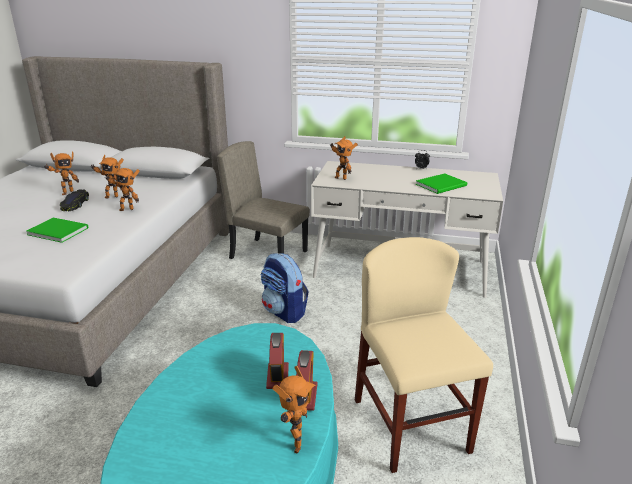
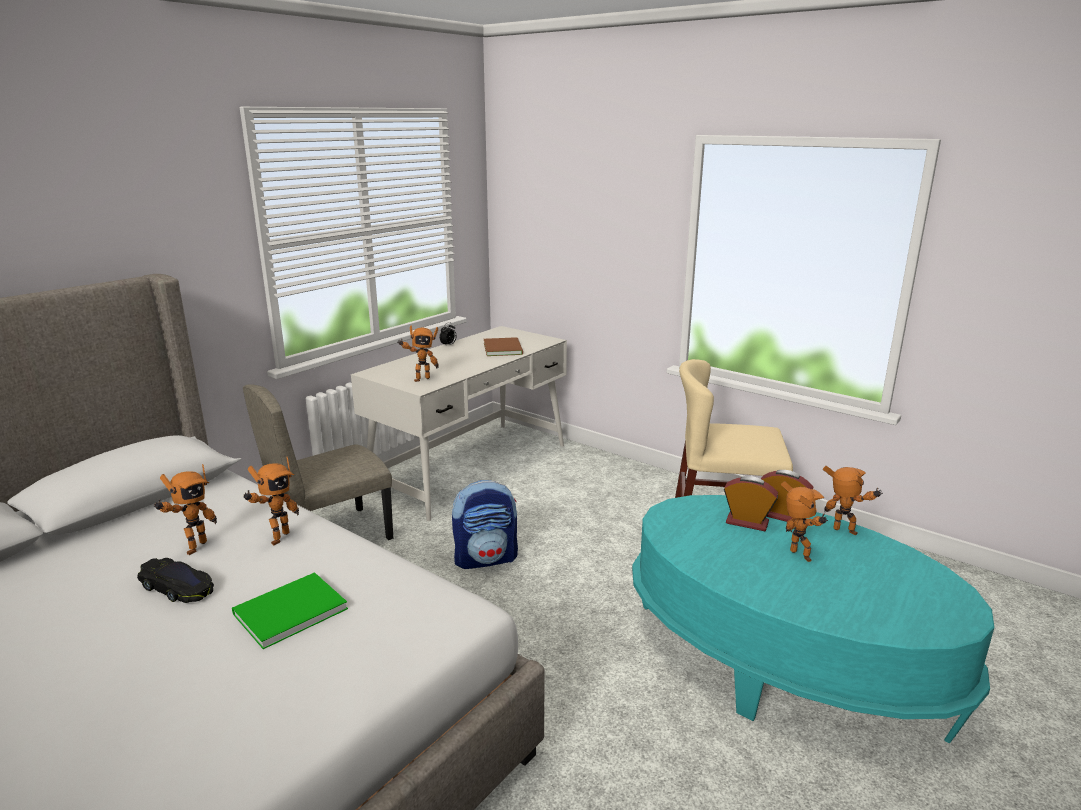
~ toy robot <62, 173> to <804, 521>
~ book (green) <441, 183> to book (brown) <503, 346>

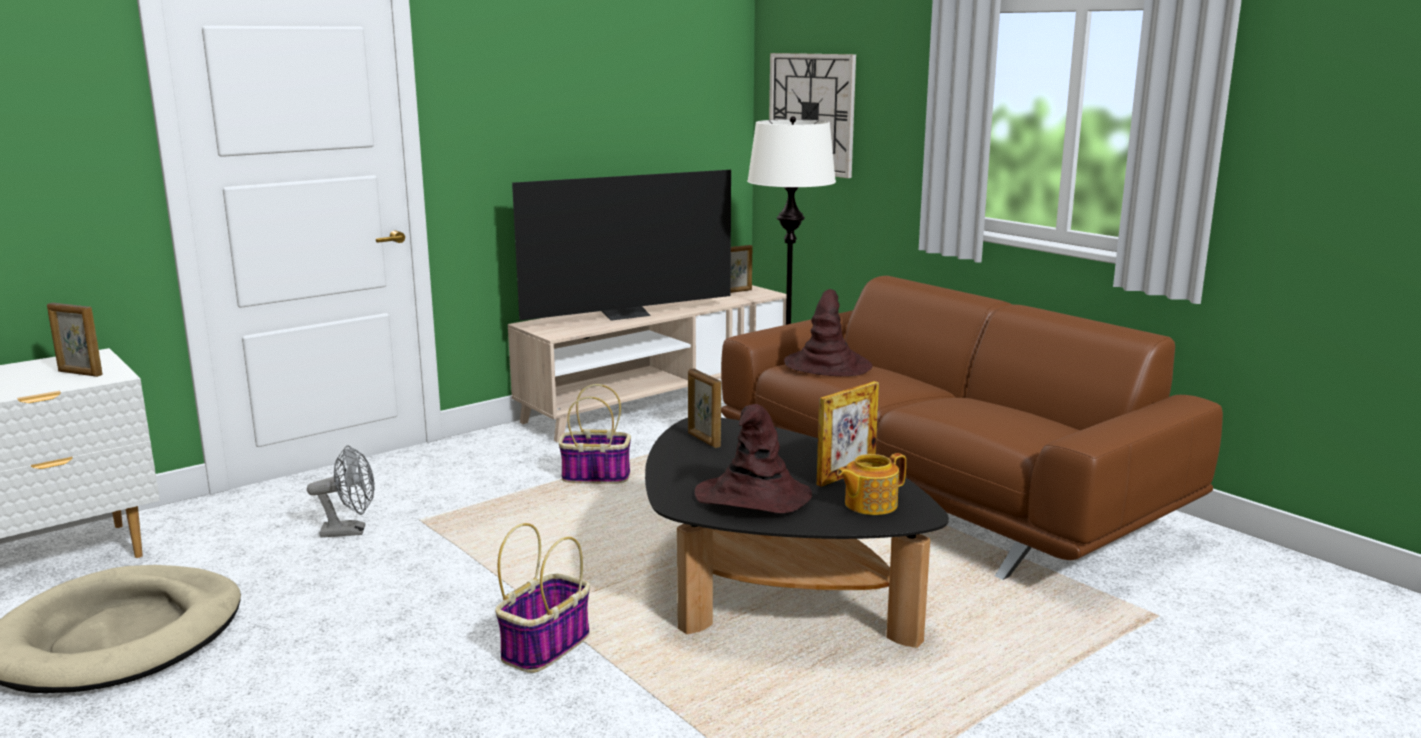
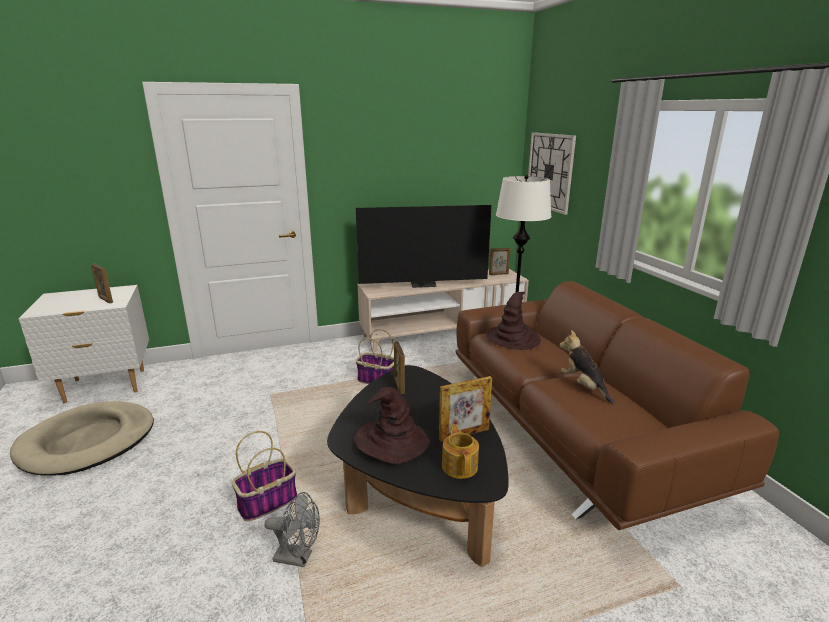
+ plush toy <587, 367>
~ fan (grey) <341, 491> to <292, 529>
~ teapot <871, 484> = <460, 451> 90 degrees clockwise

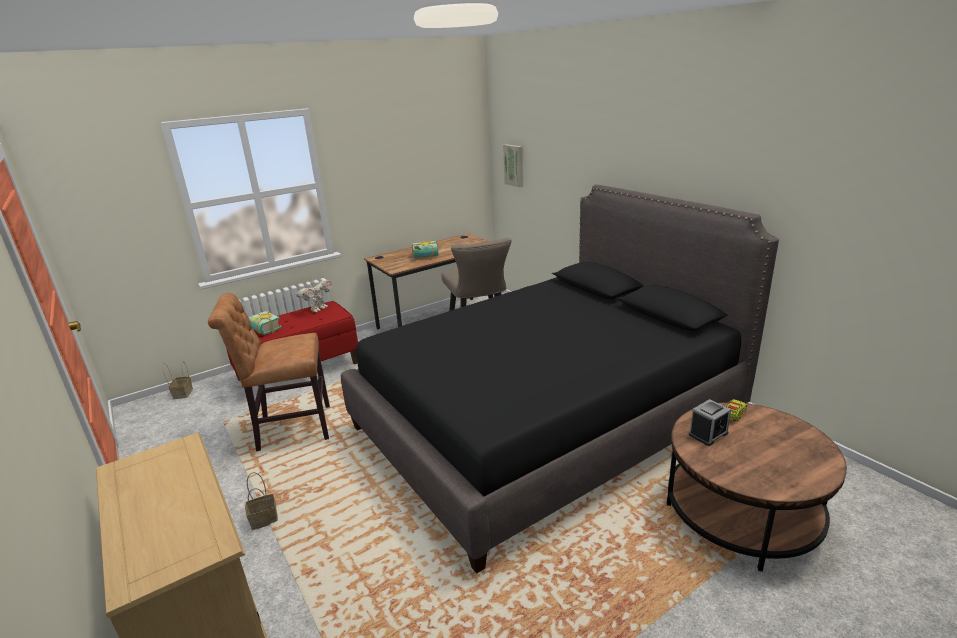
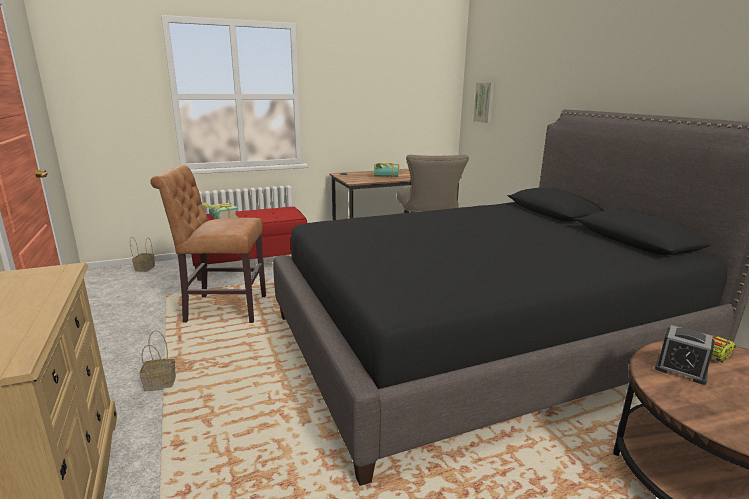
- toy robot <314, 295>
~ alarm clock <710, 422> = <684, 355> 60 degrees clockwise

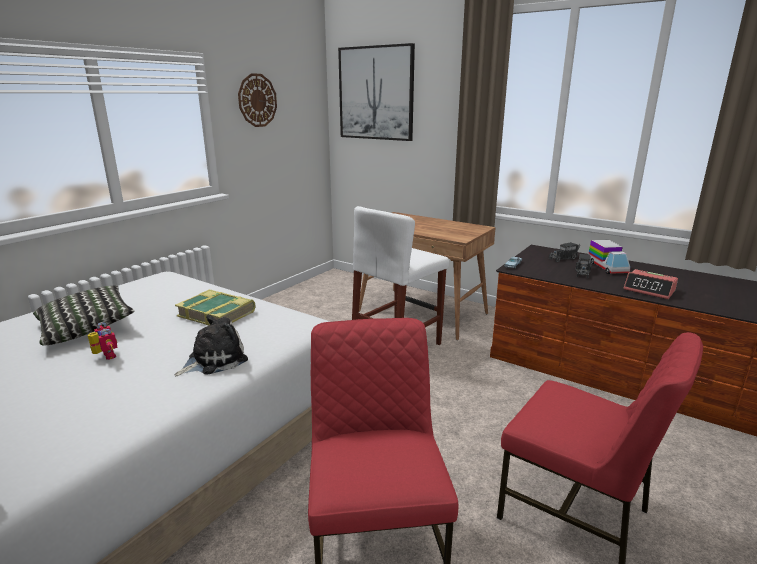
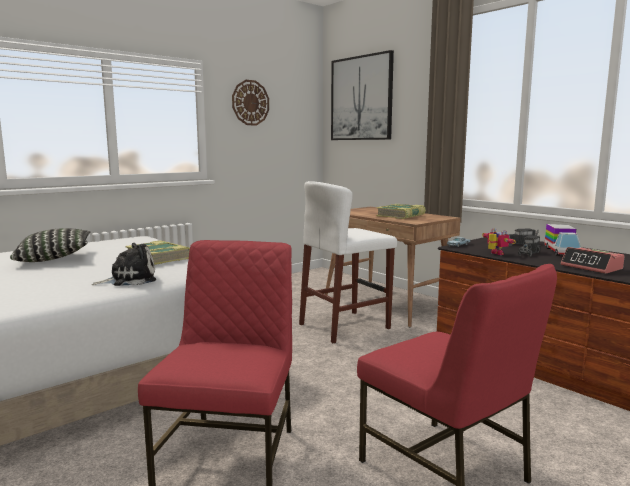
+ book <401, 211>
~ toy robot <103, 341> to <499, 241>

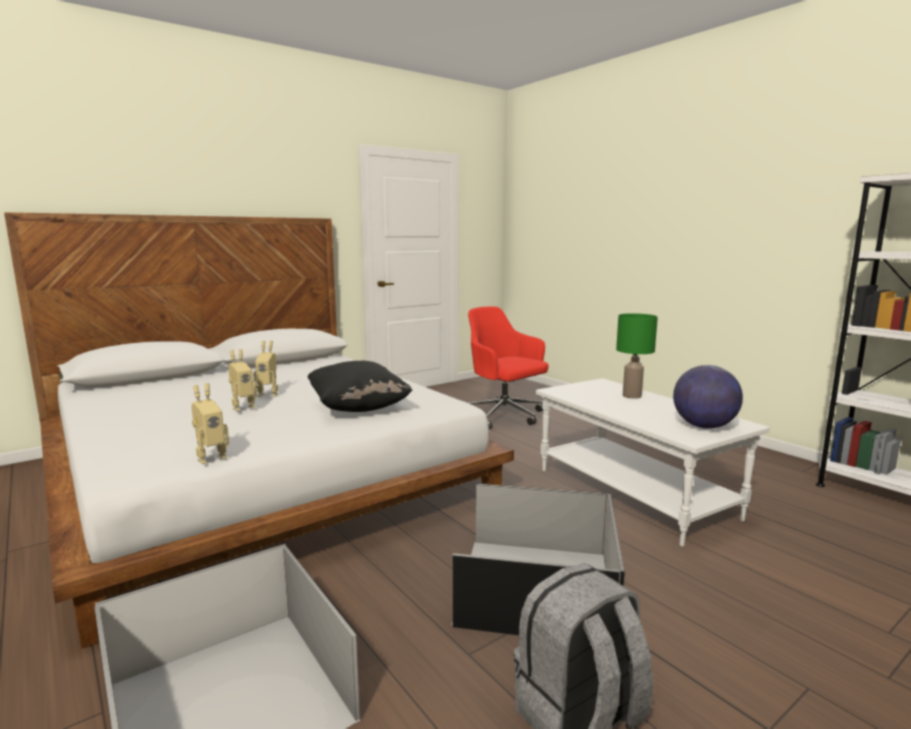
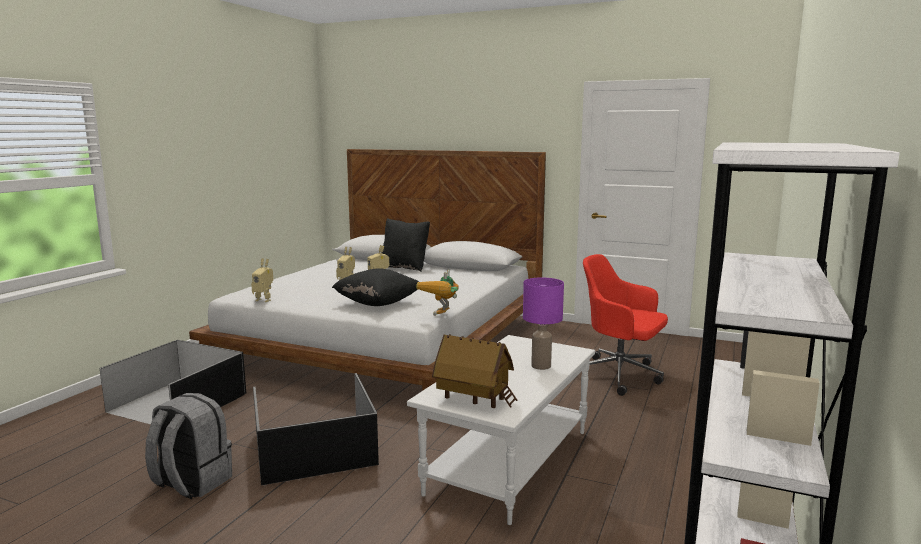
+ pillow (black) <406, 245>
+ toy robot <437, 293>
~ globe <708, 397> to toy house <475, 371>
~ table lamp (green) <637, 356> to table lamp (purple) <543, 324>
~ office chair (red) <508, 367> = <625, 325> 75 degrees counterclockwise

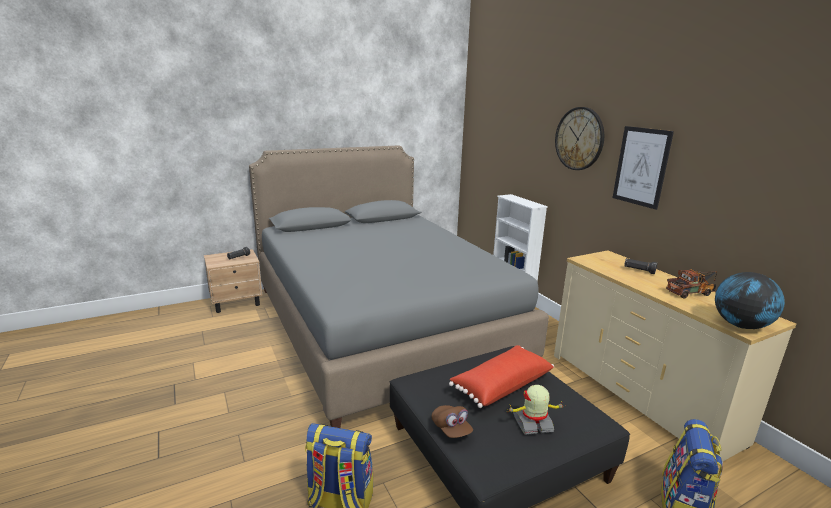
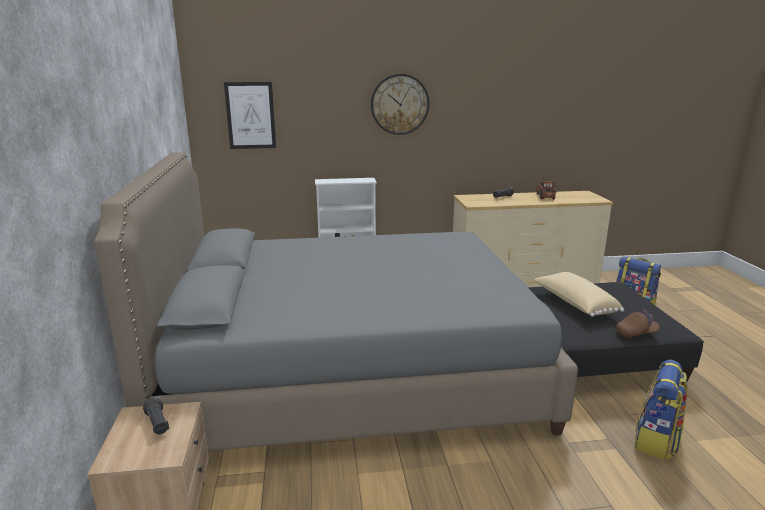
- toy robot <535, 410>
- globe <750, 300>
~ picture <643, 168> to <250, 115>
~ pillow (red) <501, 376> to pillow (beige) <579, 294>

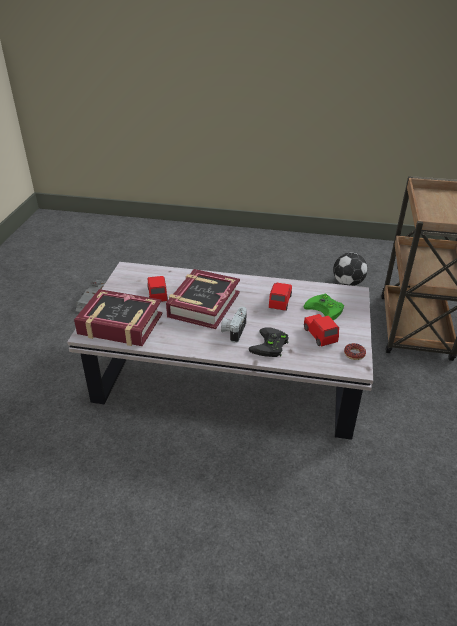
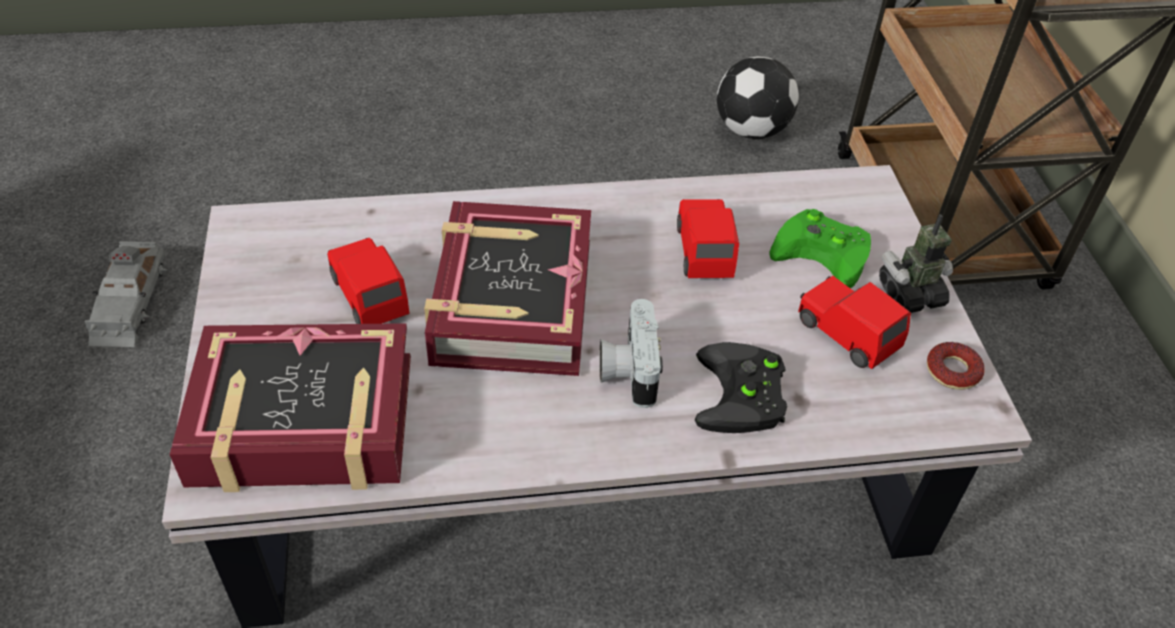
+ toy robot <916, 263>

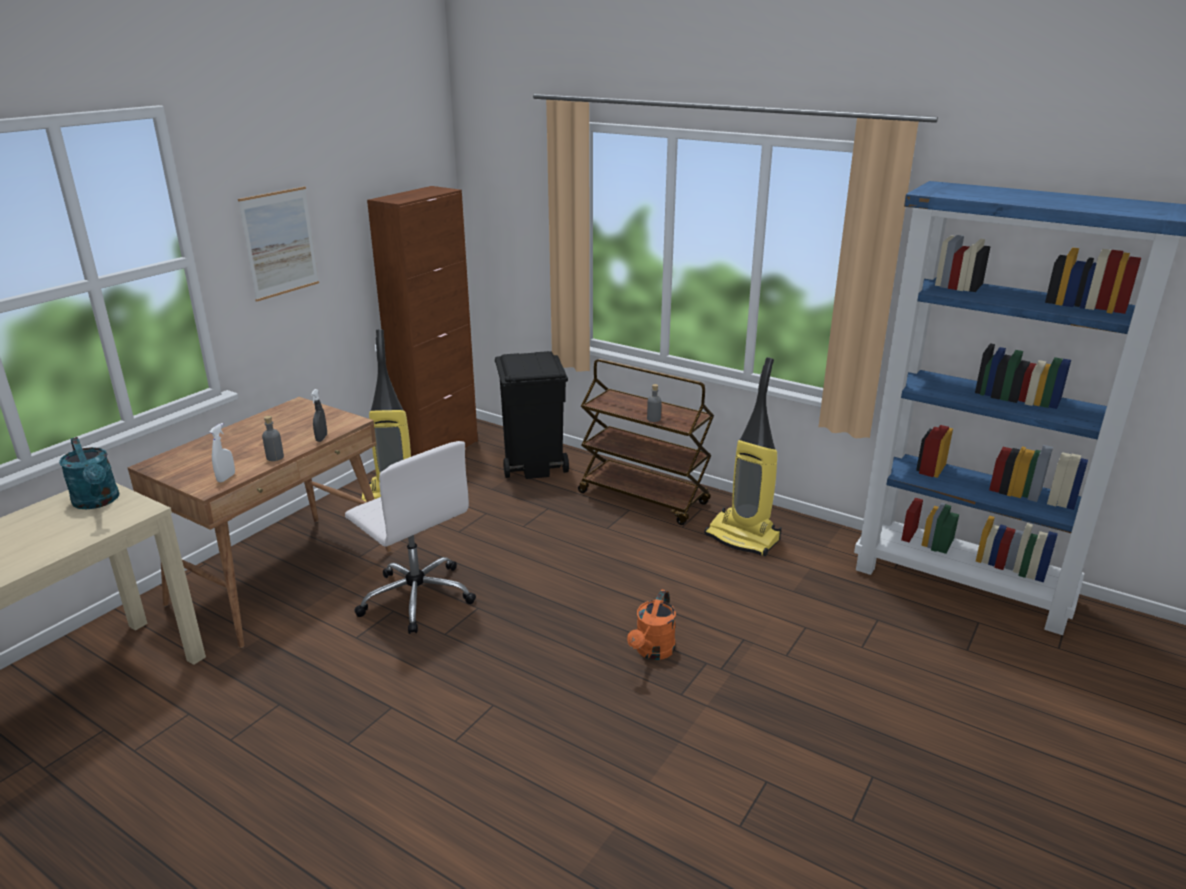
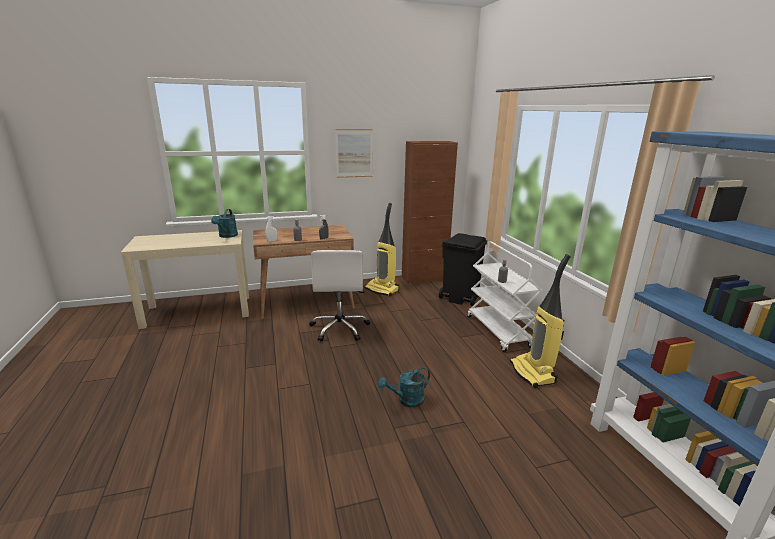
~ cart (brown) <646, 442> to cart (white) <505, 296>
~ watering can (orange) <651, 625> to watering can (turquoise) <404, 387>

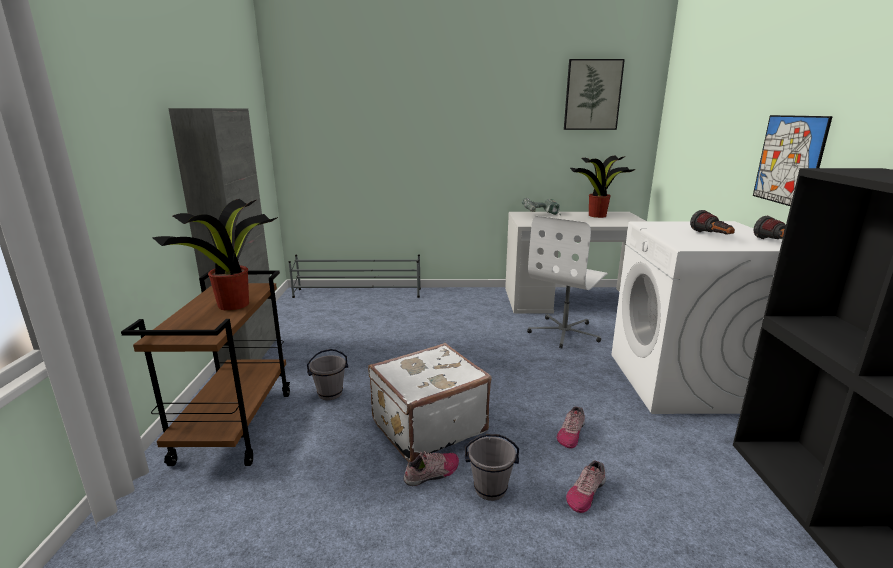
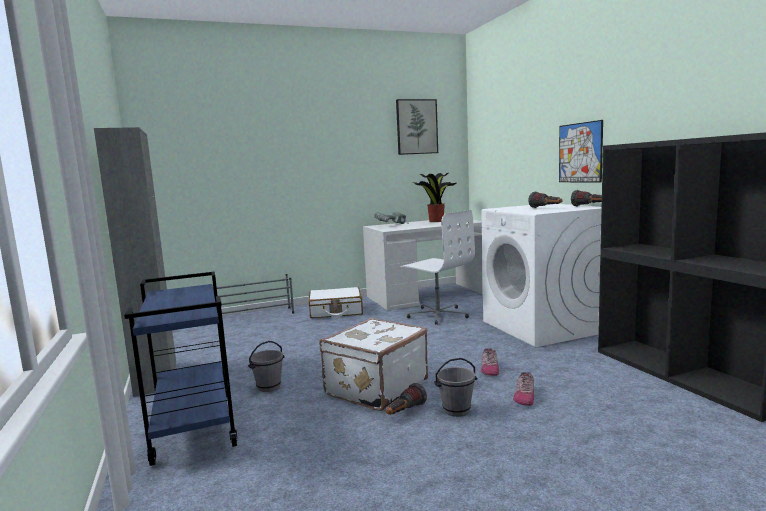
- potted plant <215, 255>
+ suitcase (white) <336, 302>
~ shoe <431, 468> to flashlight <406, 399>
~ cart (brown) <205, 368> to cart (blue) <180, 369>
~ office chair (white) <567, 282> = <437, 267> 60 degrees counterclockwise

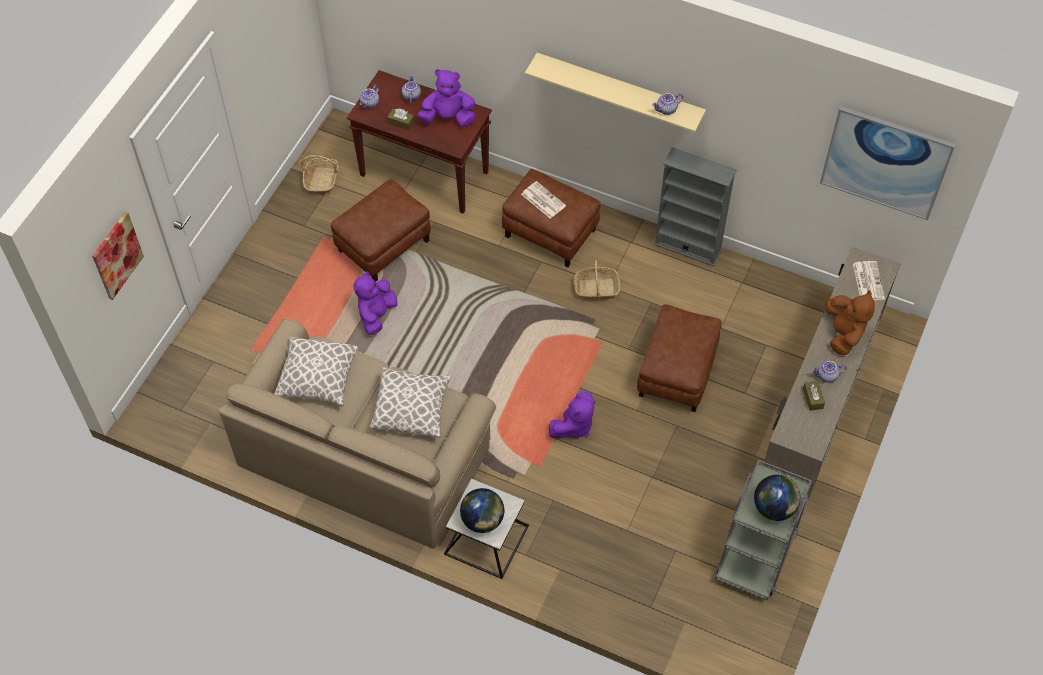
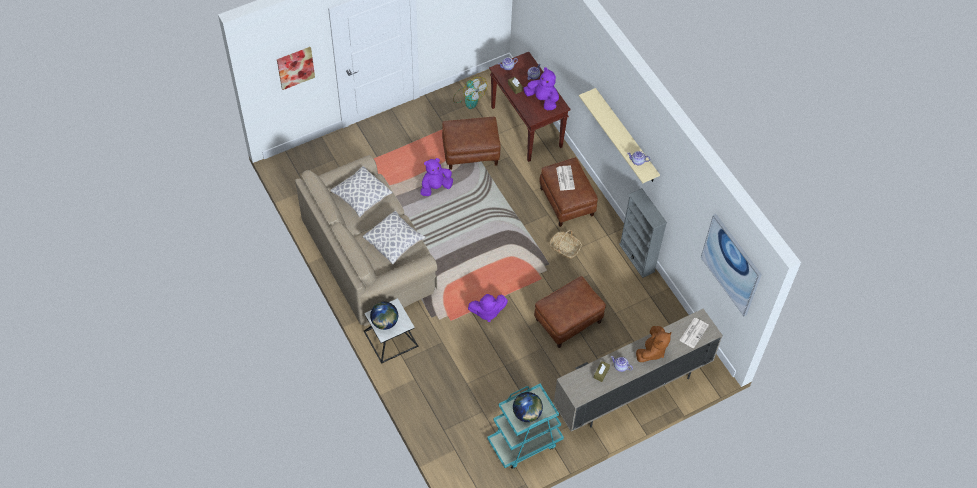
~ basket <320, 175> to fan <470, 93>
~ cart (grey) <764, 530> to cart (turquoise) <525, 426>

